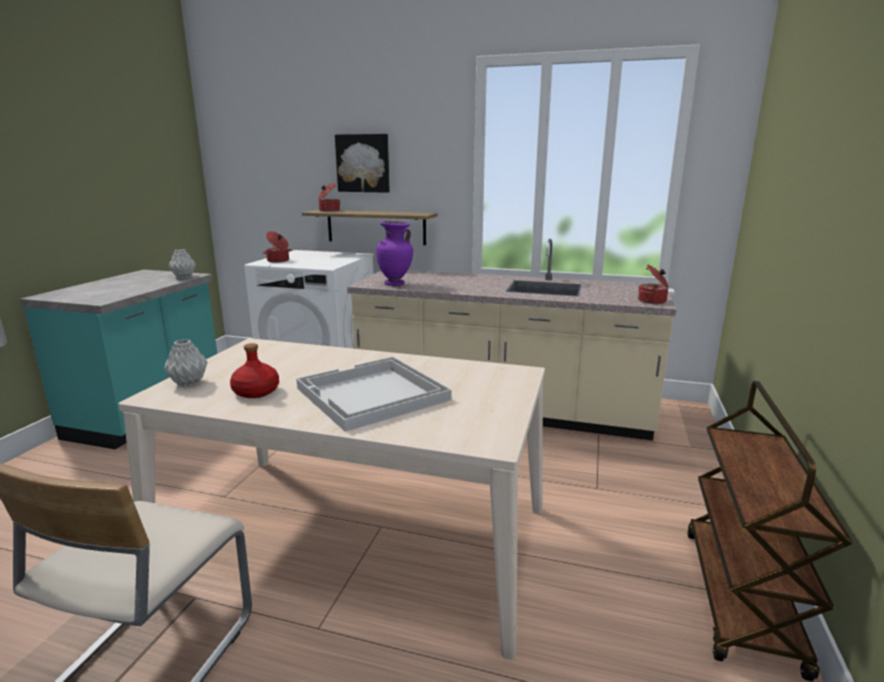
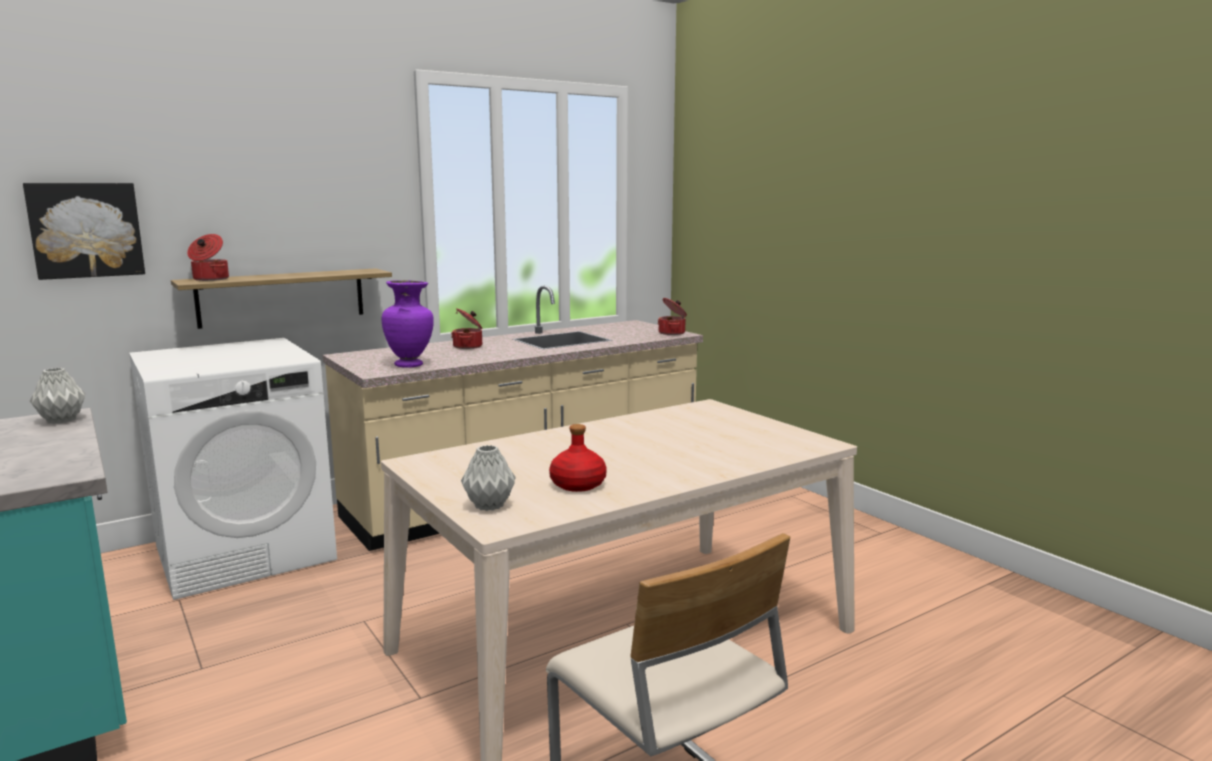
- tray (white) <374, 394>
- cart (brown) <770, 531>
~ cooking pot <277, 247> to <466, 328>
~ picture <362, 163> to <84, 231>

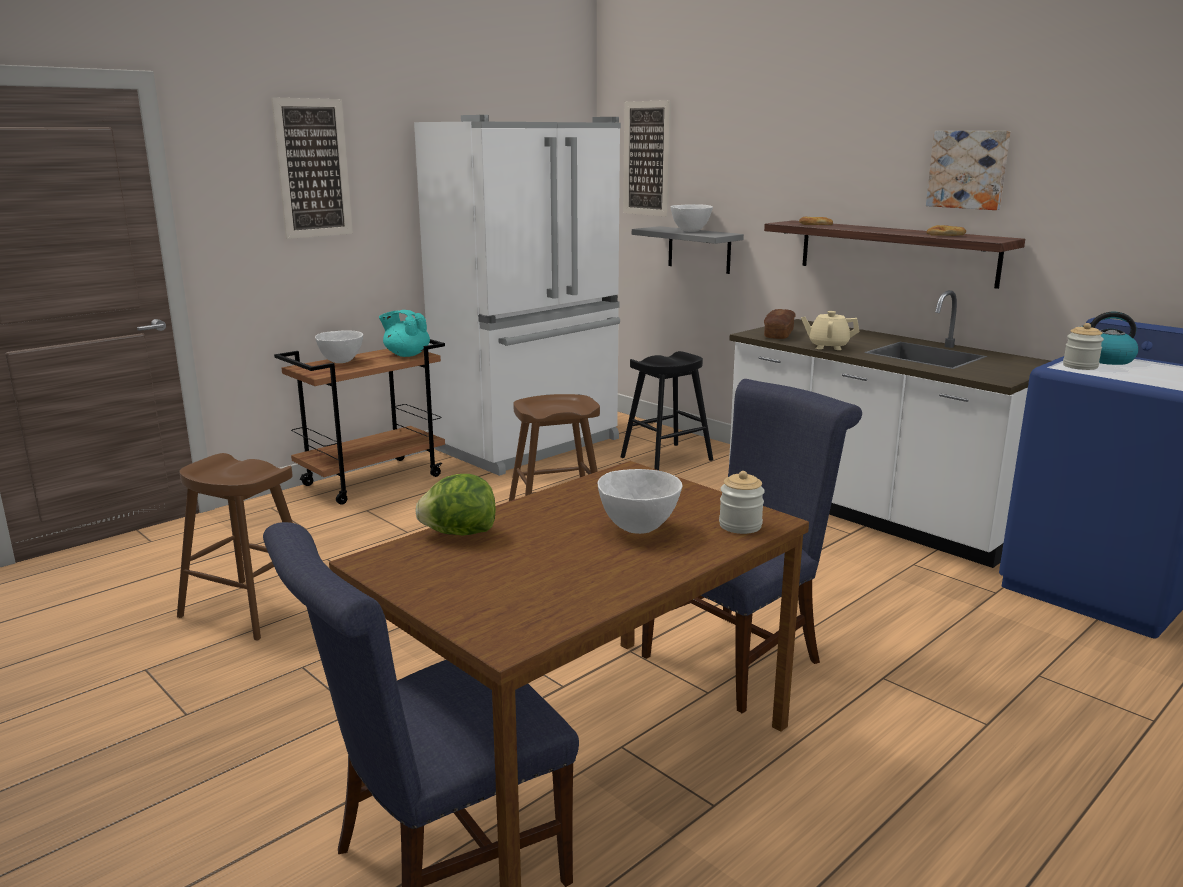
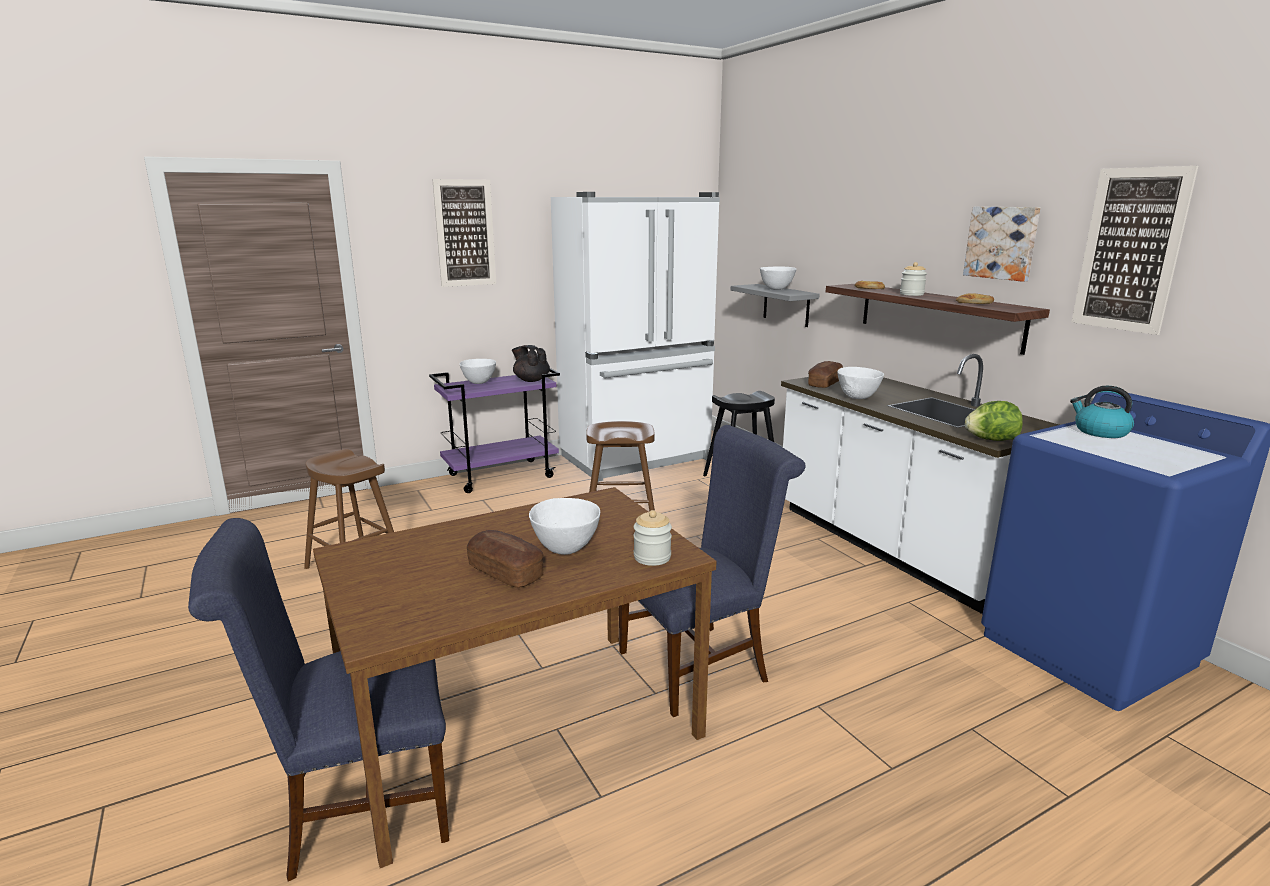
+ bread <505, 559>
~ lettuce <455, 505> to <994, 421>
~ picture <647, 158> to <1135, 250>
~ jar <1083, 346> to <913, 279>
~ teapot (beige) <830, 330> to bowl (white) <860, 383>
~ cart (brown) <359, 422> to cart (purple) <494, 430>
~ teapot (turquoise) <404, 333> to teapot (black) <531, 363>

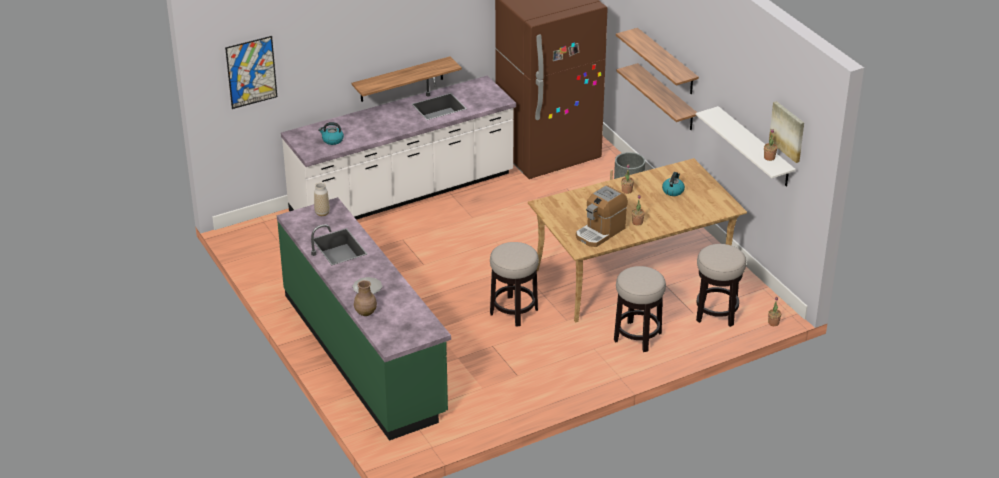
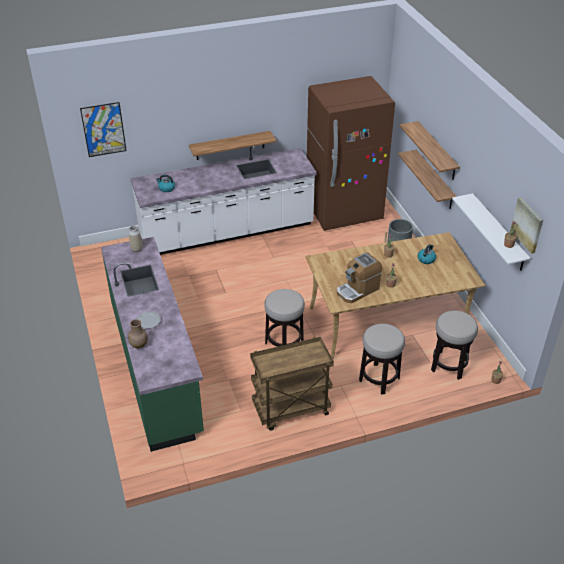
+ cart (brown) <292, 383>

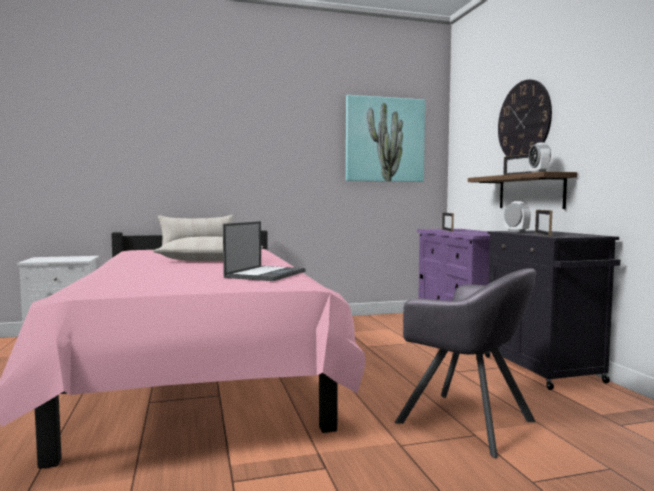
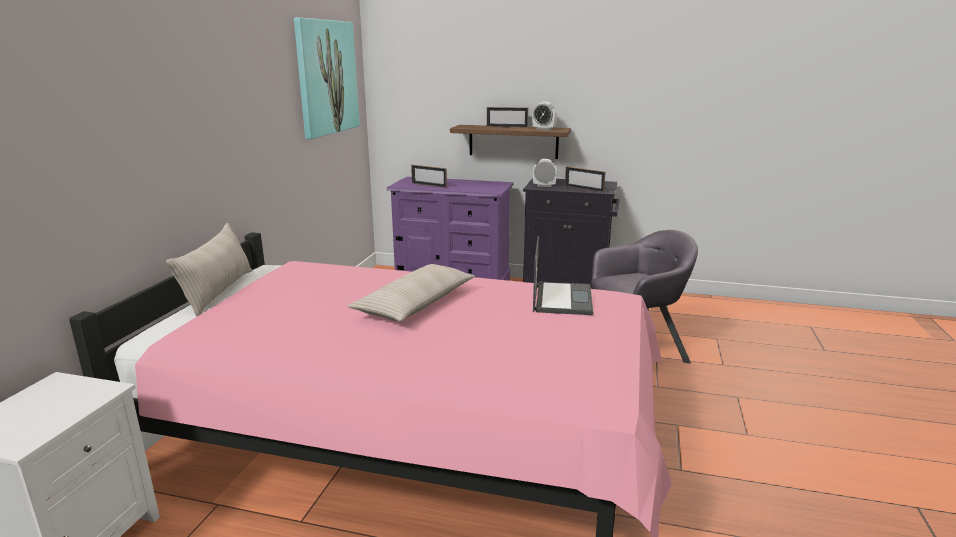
- wall clock <525, 117>
~ laptop <264, 251> = <563, 275> 45 degrees clockwise

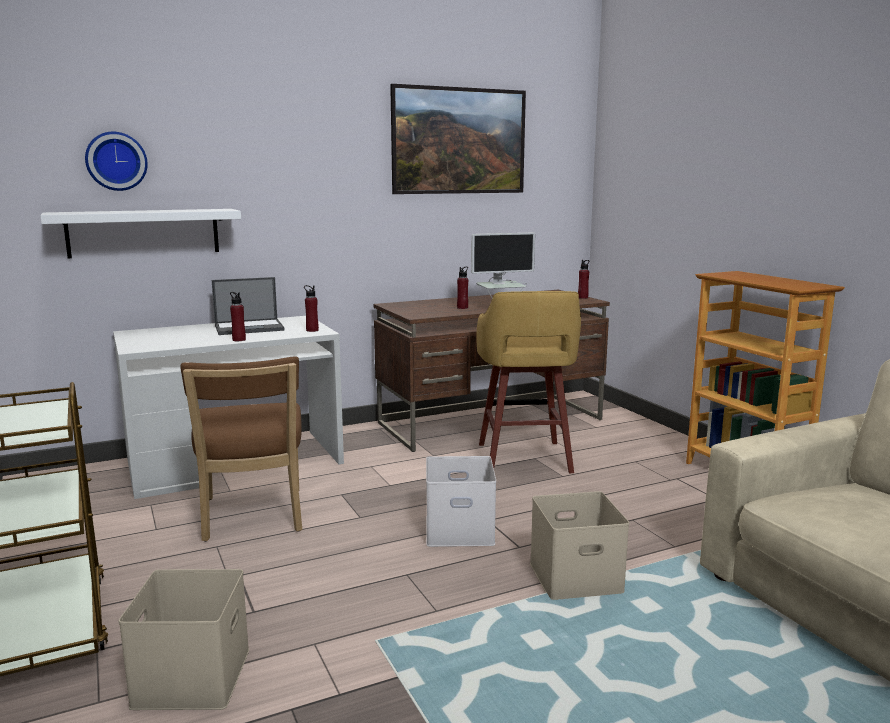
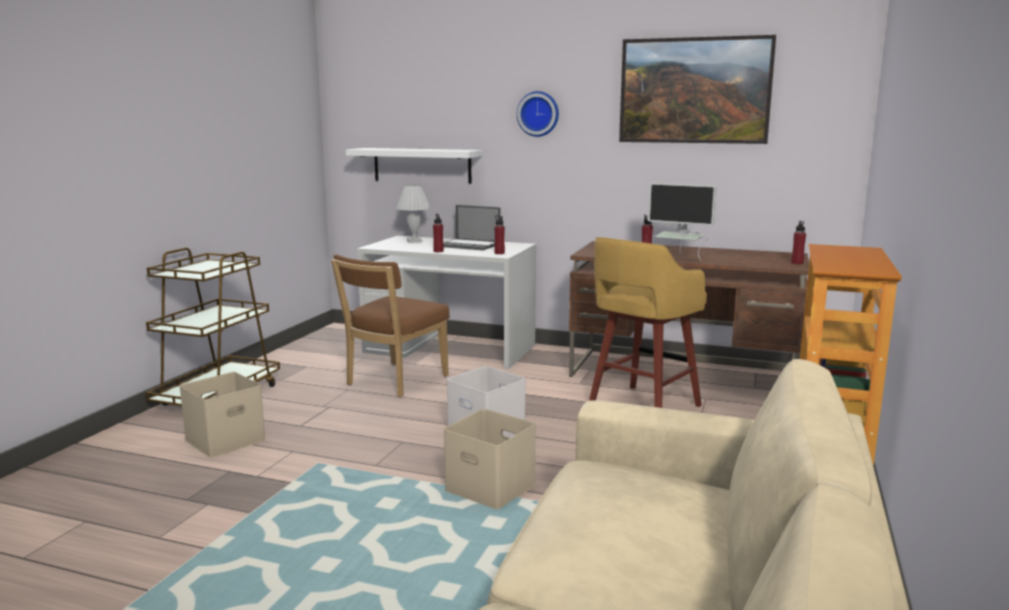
+ table lamp (white) <413, 214>
~ wall clock <116, 161> to <538, 114>

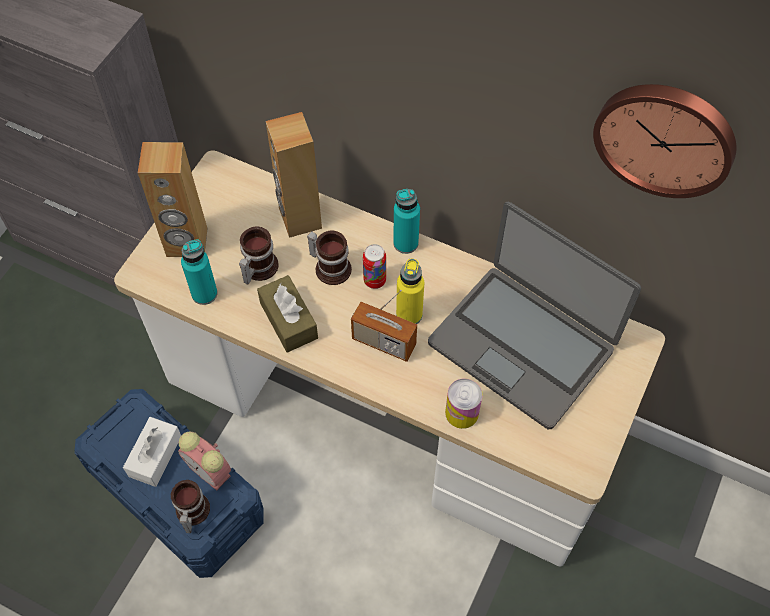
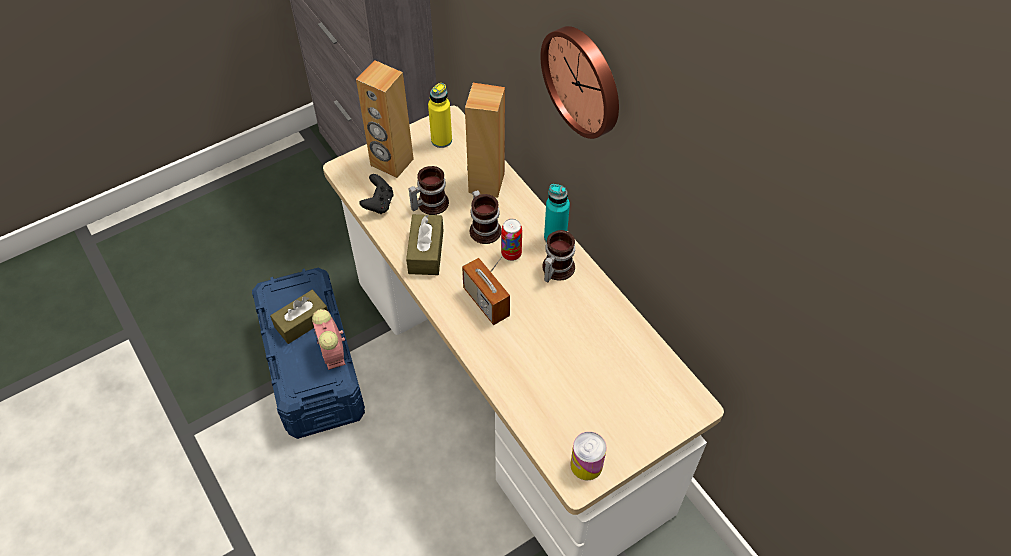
- laptop <534, 315>
~ mug <190, 506> to <558, 256>
~ bottle (yellow) <410, 291> to <440, 115>
~ can <463, 404> to <588, 456>
~ wall clock <665, 141> to <579, 82>
~ bottle (turquoise) <199, 272> to game controller (black) <376, 194>
~ tissue box (white) <152, 452> to tissue box (brown) <299, 317>

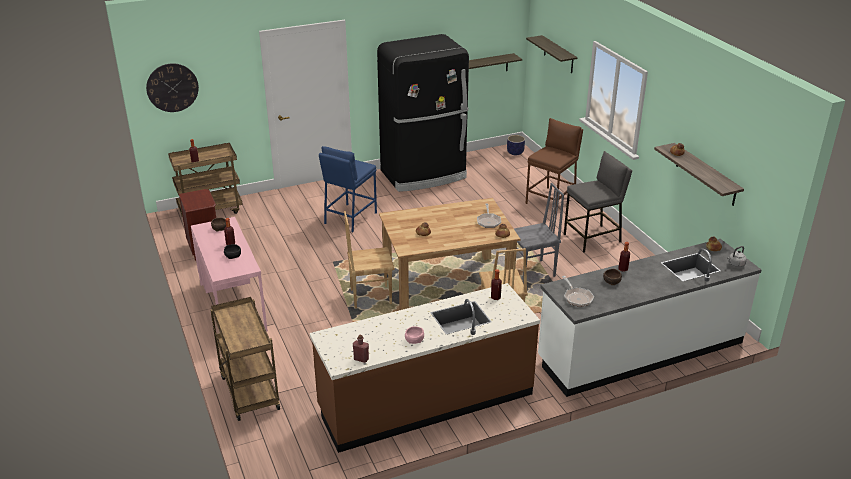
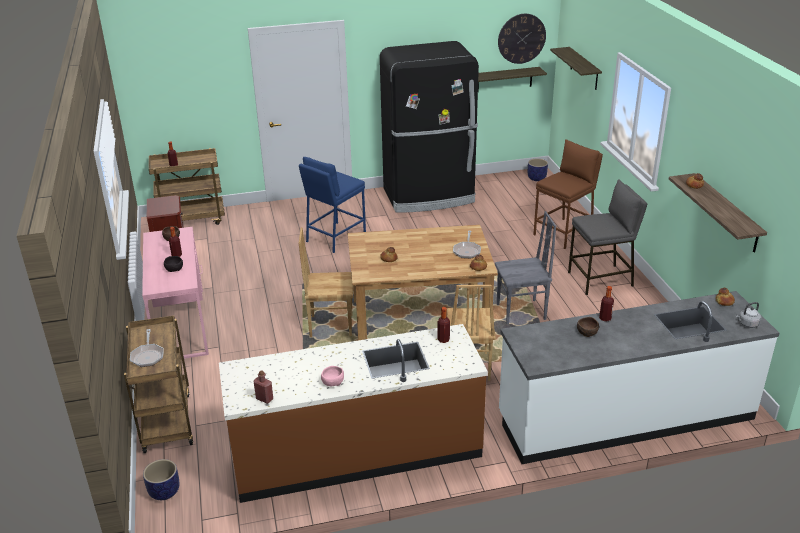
+ planter <161, 479>
~ wall clock <172, 87> to <522, 39>
~ frying pan <578, 291> to <147, 348>

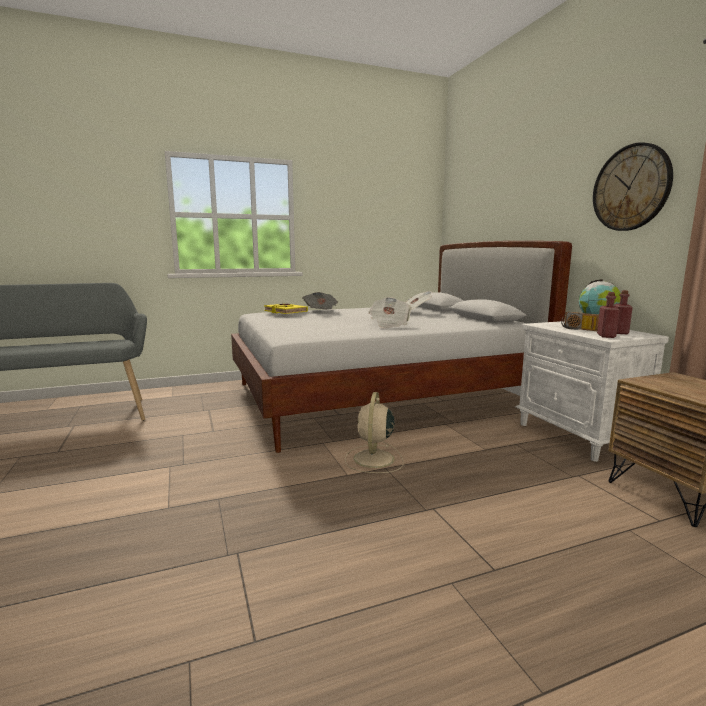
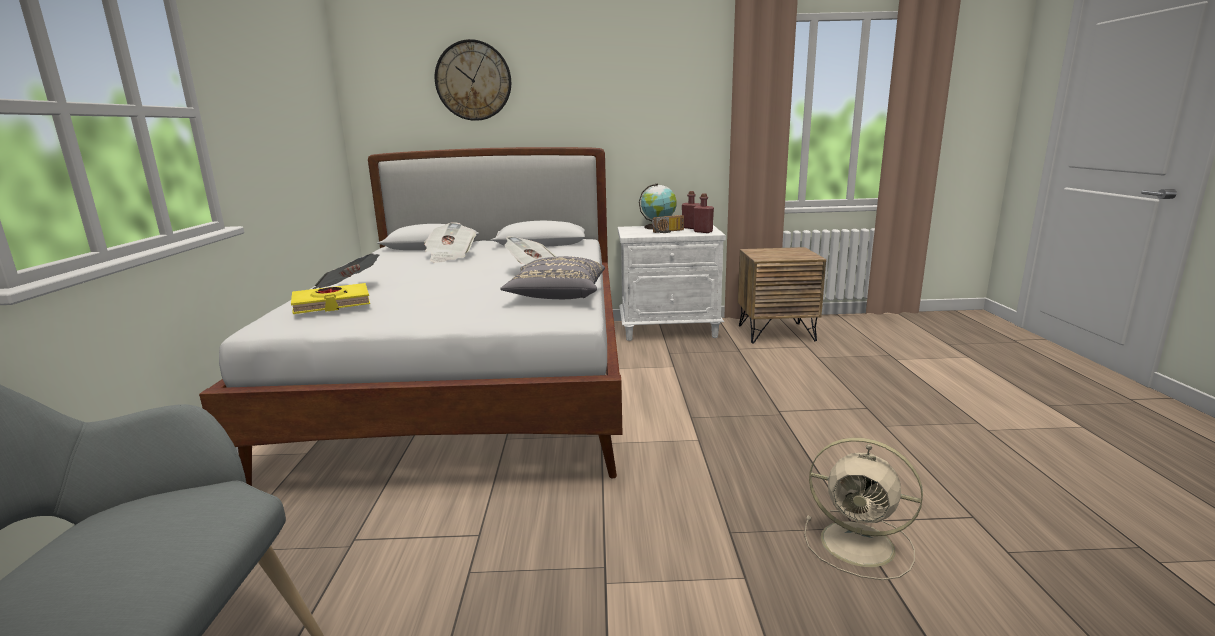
+ pillow (grey) <552, 277>
~ fan (beige) <374, 432> to <863, 509>
~ wall clock <633, 186> to <473, 80>

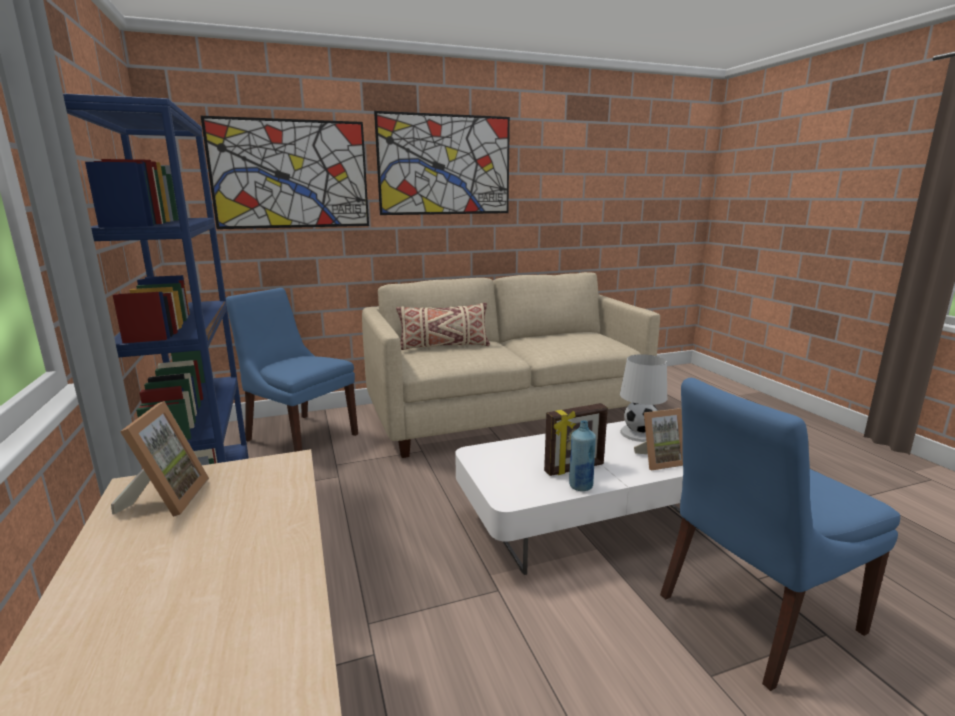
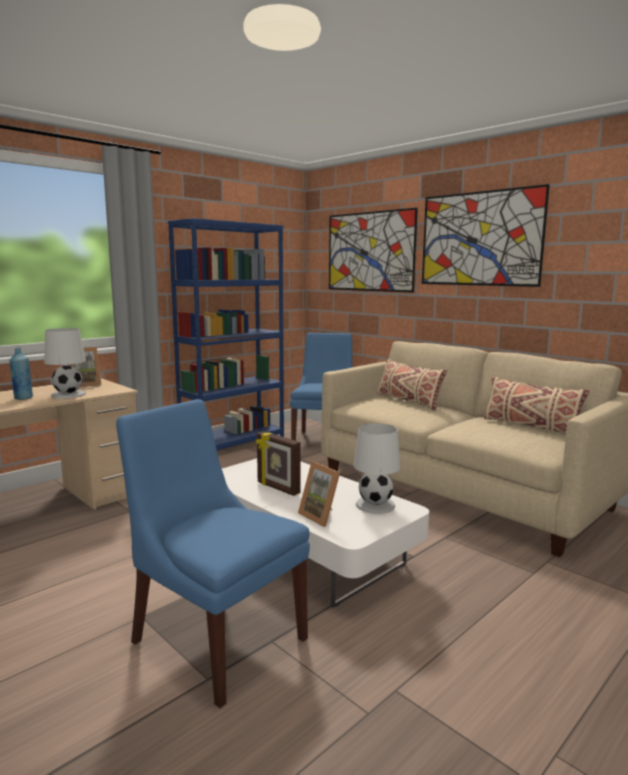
+ table lamp (white) <65, 363>
+ pillow (beige) <536, 405>
~ bottle (blue) <582, 455> to <21, 374>

